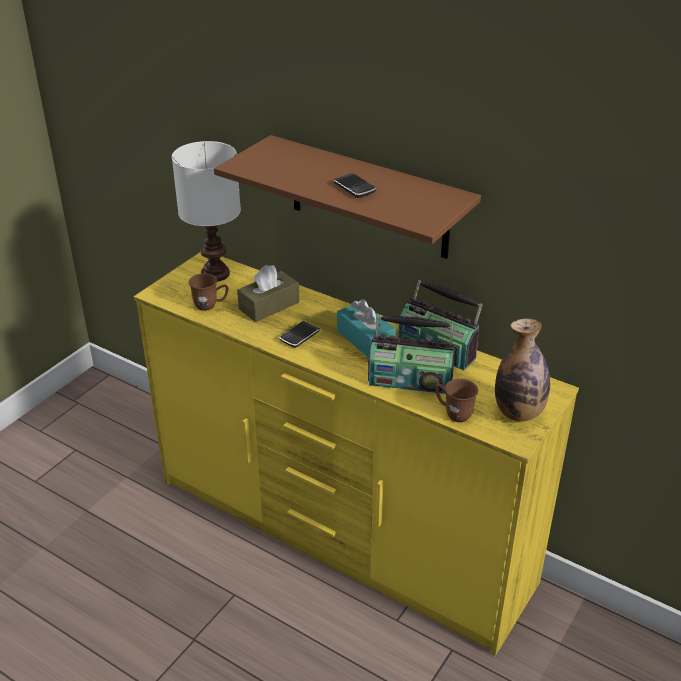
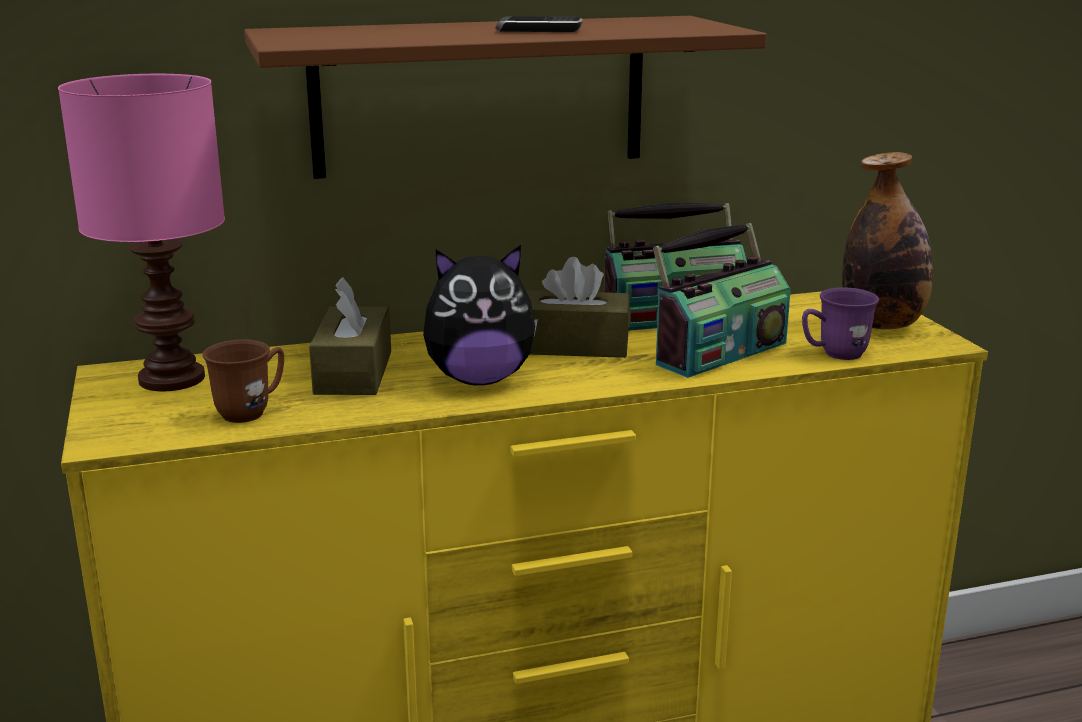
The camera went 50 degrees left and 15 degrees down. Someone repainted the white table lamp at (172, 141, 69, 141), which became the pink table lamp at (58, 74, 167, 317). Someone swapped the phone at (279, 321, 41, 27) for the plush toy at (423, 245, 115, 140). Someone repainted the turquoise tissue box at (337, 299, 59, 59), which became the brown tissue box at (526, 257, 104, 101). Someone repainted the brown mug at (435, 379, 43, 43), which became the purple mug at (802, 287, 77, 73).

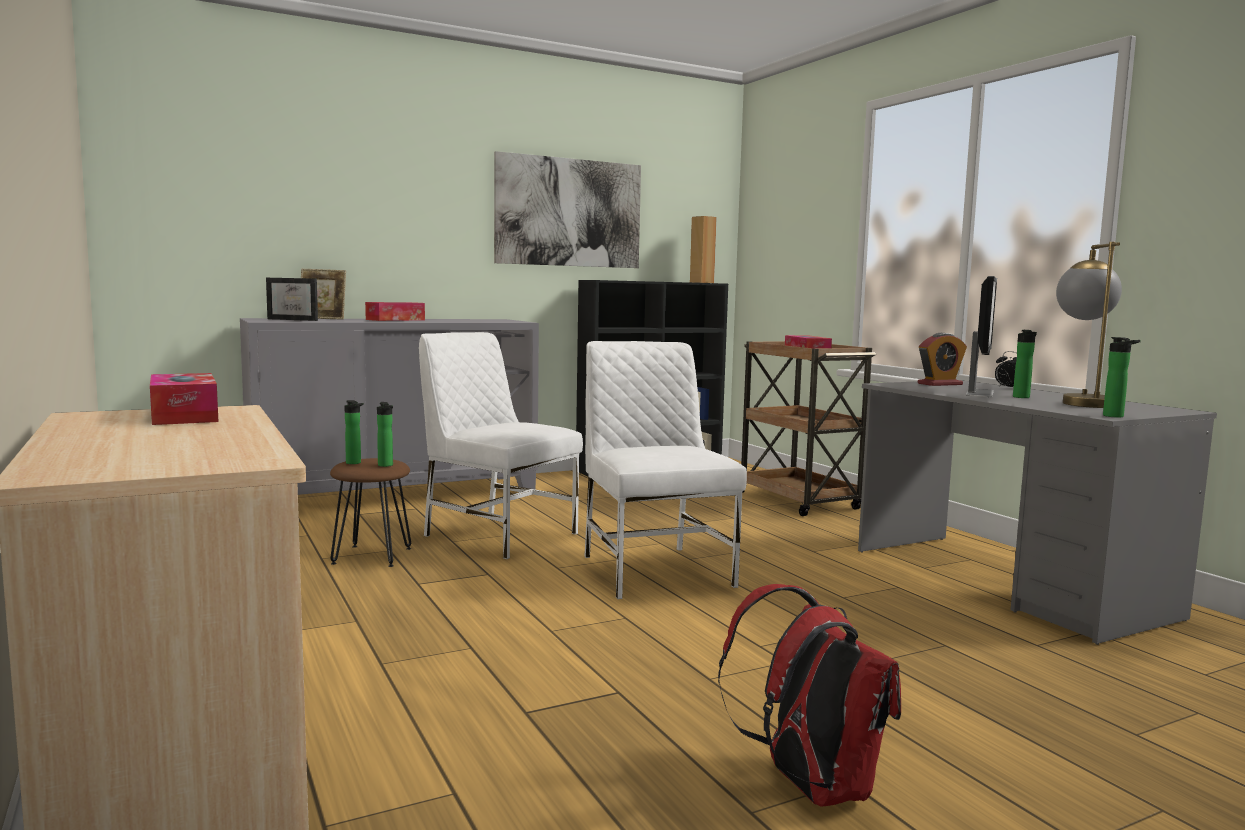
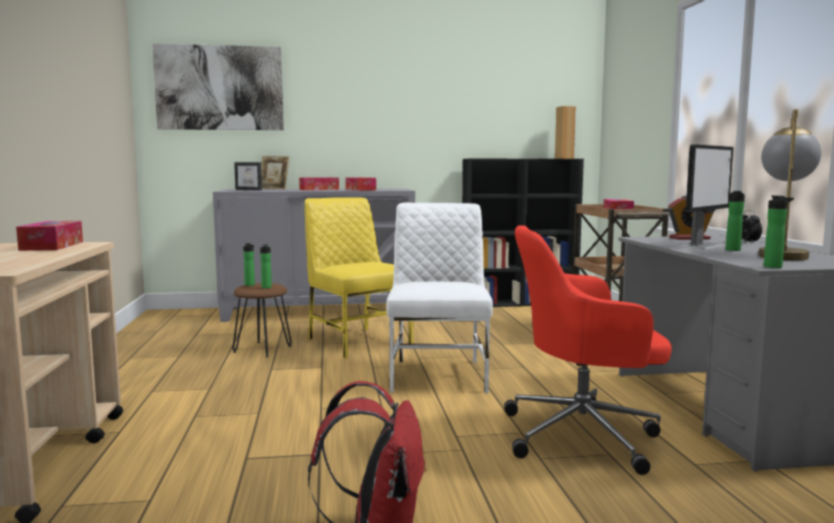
The camera went 20 degrees right and 0 degrees up. Someone repainted the white chair at (419, 332, 164, 227), which became the yellow chair at (305, 197, 108, 162). Someone carried the picture from (494, 151, 147, 117) to (152, 44, 132, 86). Someone put down the tissue box at (345, 177, 31, 14). Someone put down the red office chair at (504, 225, 168, 250).

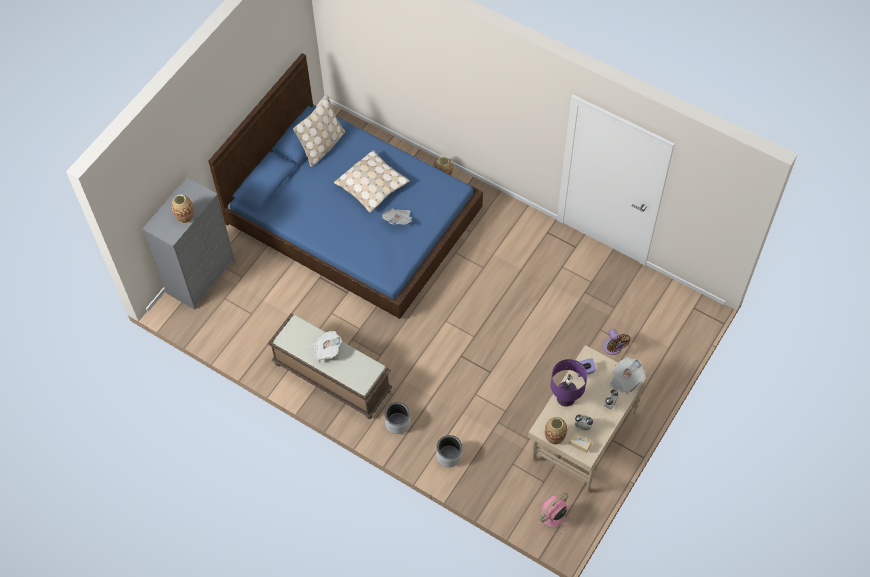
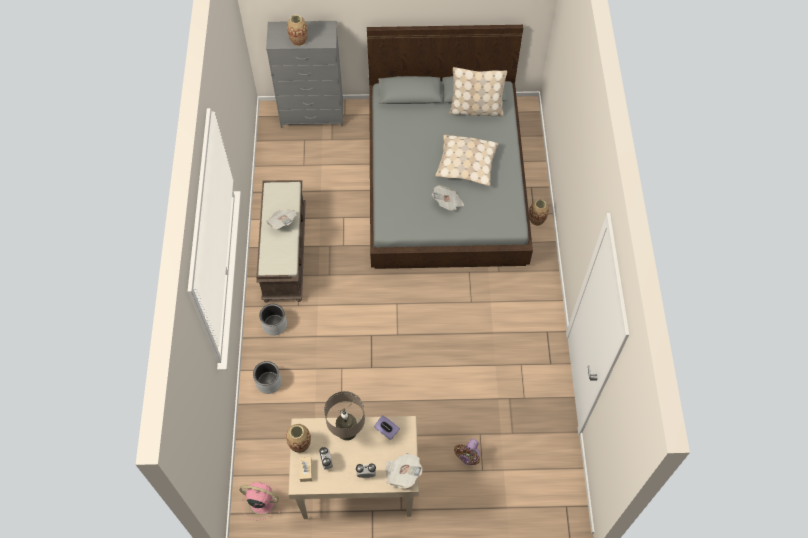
The camera went 55 degrees right and 0 degrees up. Someone repainted the blue bed at (208, 53, 275, 266), which became the grey bed at (367, 25, 166, 244). Someone repainted the purple table lamp at (550, 359, 37, 48), which became the beige table lamp at (324, 391, 41, 50).

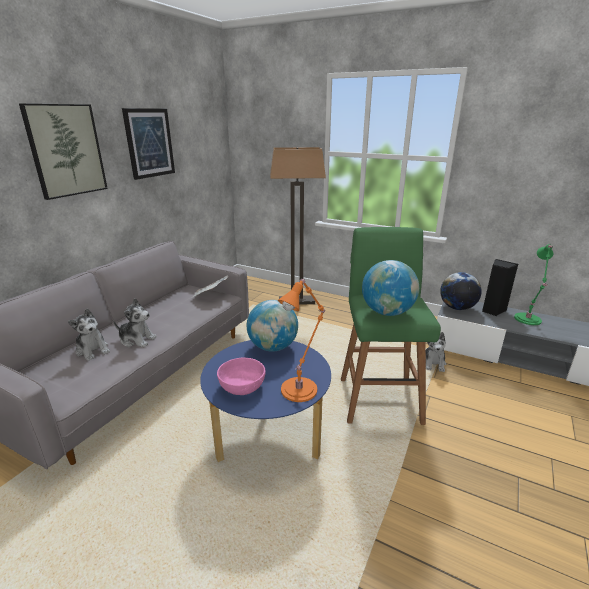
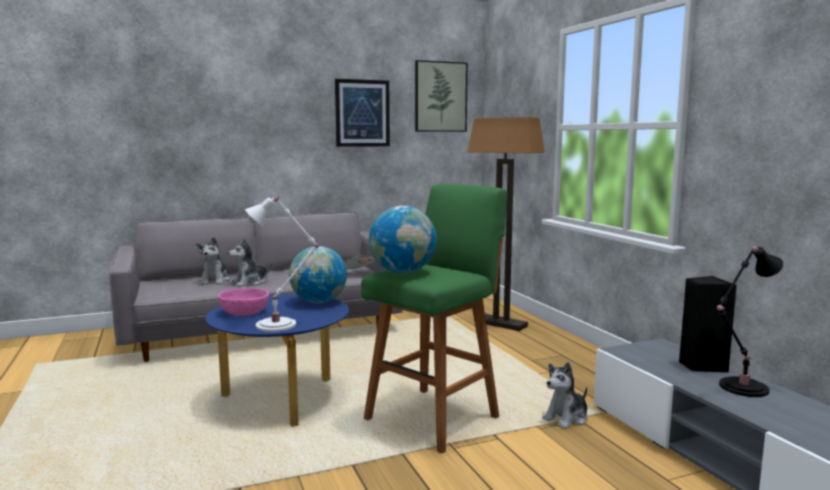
The camera went 40 degrees right and 15 degrees down. Someone carried the picture from (19, 103, 89, 97) to (415, 60, 53, 72). Someone rotated the plush toy at (113, 298, 44, 49) by 90 degrees clockwise. Someone repainted the orange table lamp at (278, 278, 47, 124), which became the white table lamp at (245, 196, 74, 136). Someone took away the globe at (440, 272, 42, 38). Someone repainted the green table lamp at (514, 244, 39, 81), which became the black table lamp at (717, 246, 66, 151).

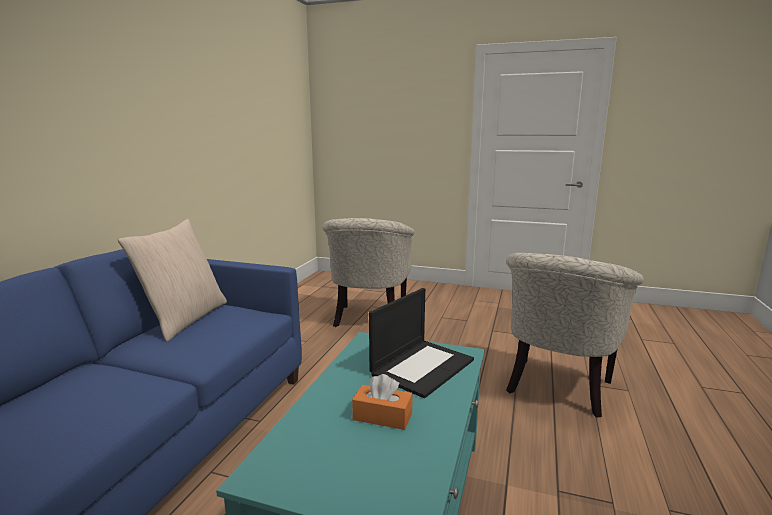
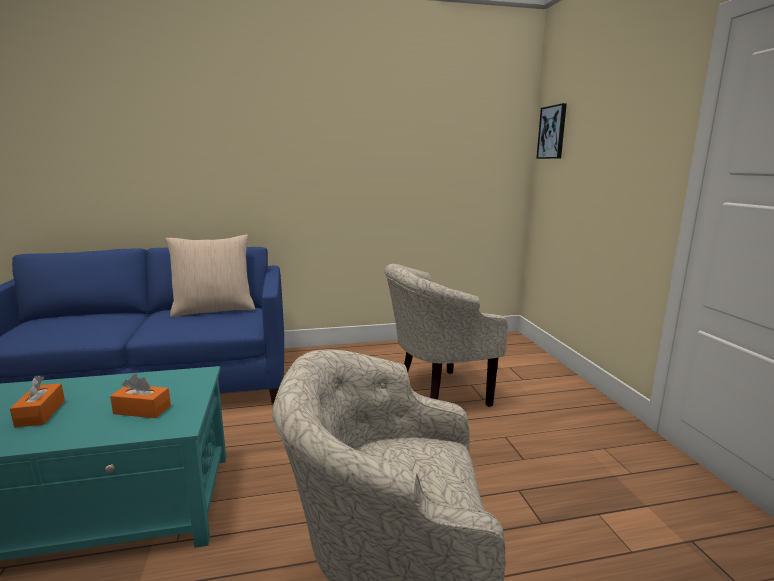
The camera went 60 degrees right and 0 degrees up. Someone swapped the laptop at (369, 288, 105, 110) for the orange tissue box at (110, 374, 61, 44). Someone put up the picture at (536, 103, 31, 56).

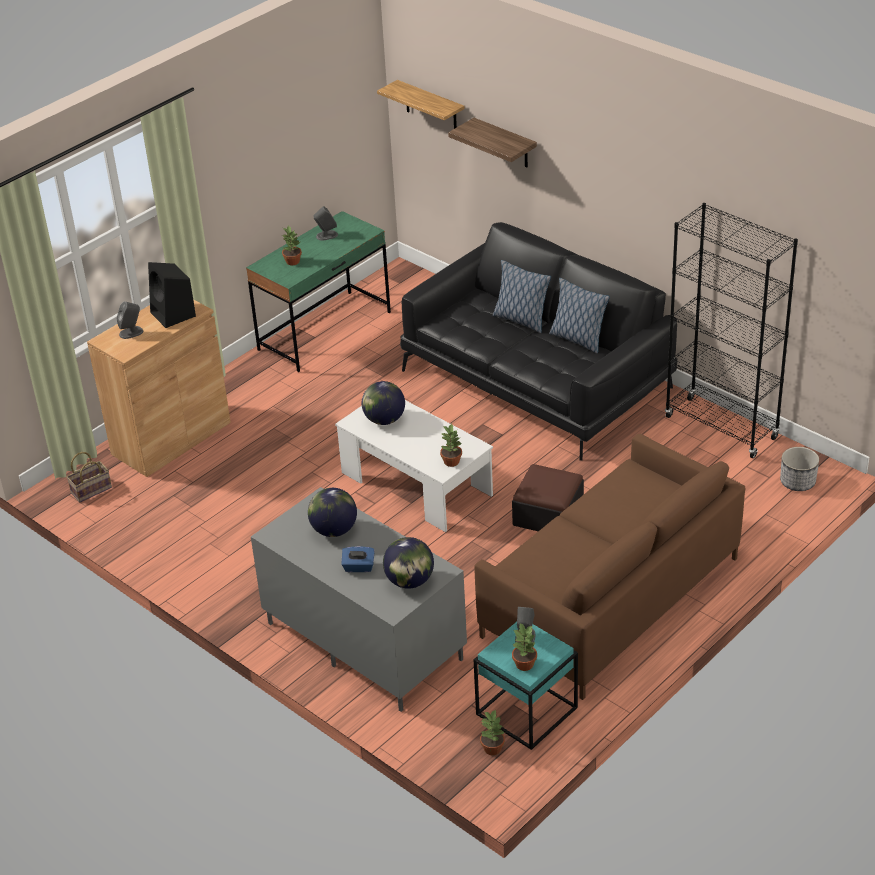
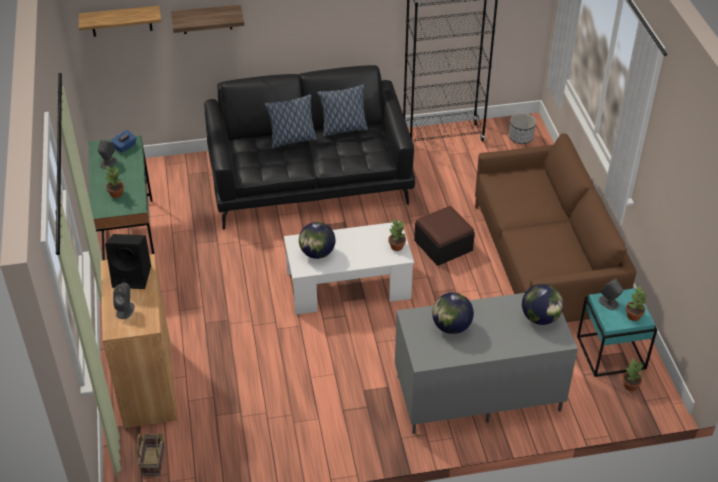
The camera went 55 degrees left and 5 degrees up. Someone carried the blue tissue box from (341, 546, 34, 26) to (111, 130, 26, 23).

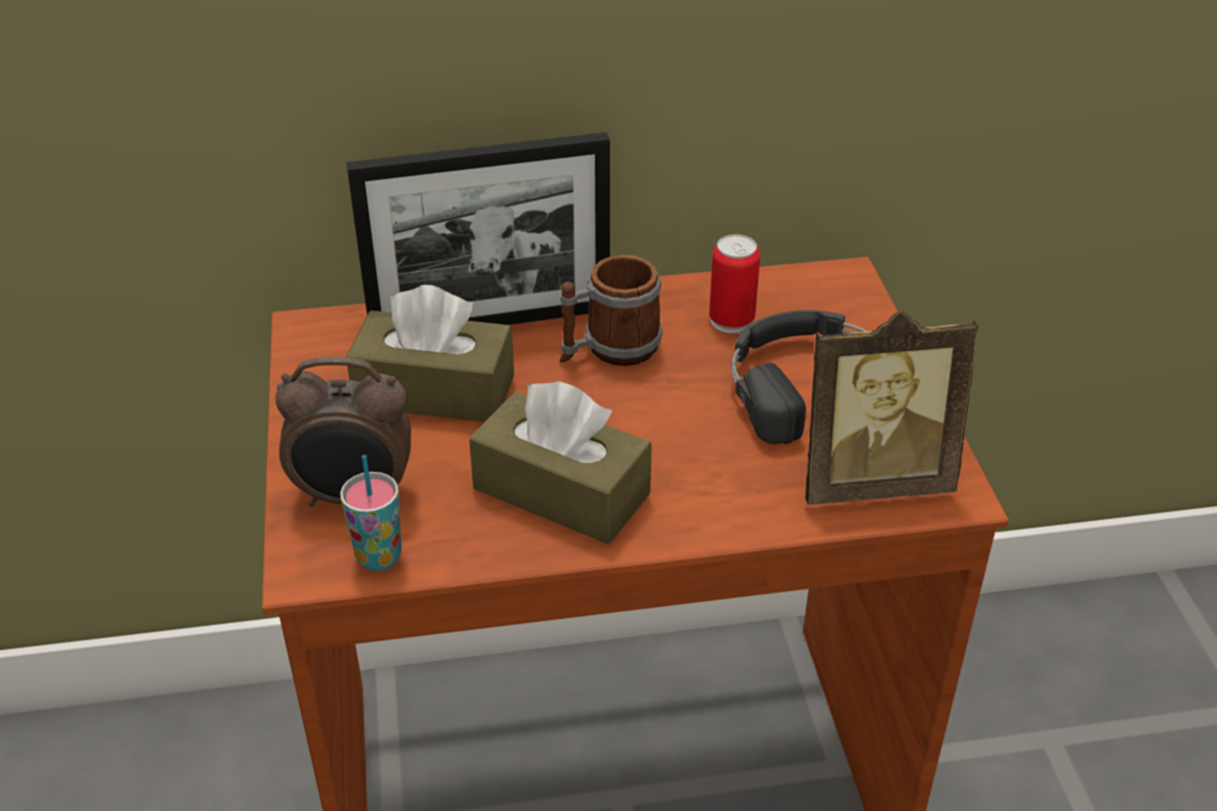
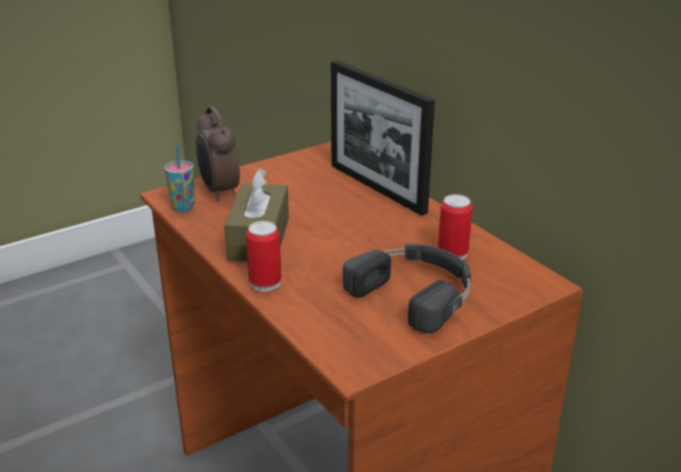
The camera went 65 degrees right and 10 degrees down. Someone took away the brown tissue box at (346, 285, 168, 137). Someone took away the mug at (560, 255, 102, 111). Someone took away the picture frame at (805, 310, 174, 195). Someone put down the can at (246, 221, 36, 71).

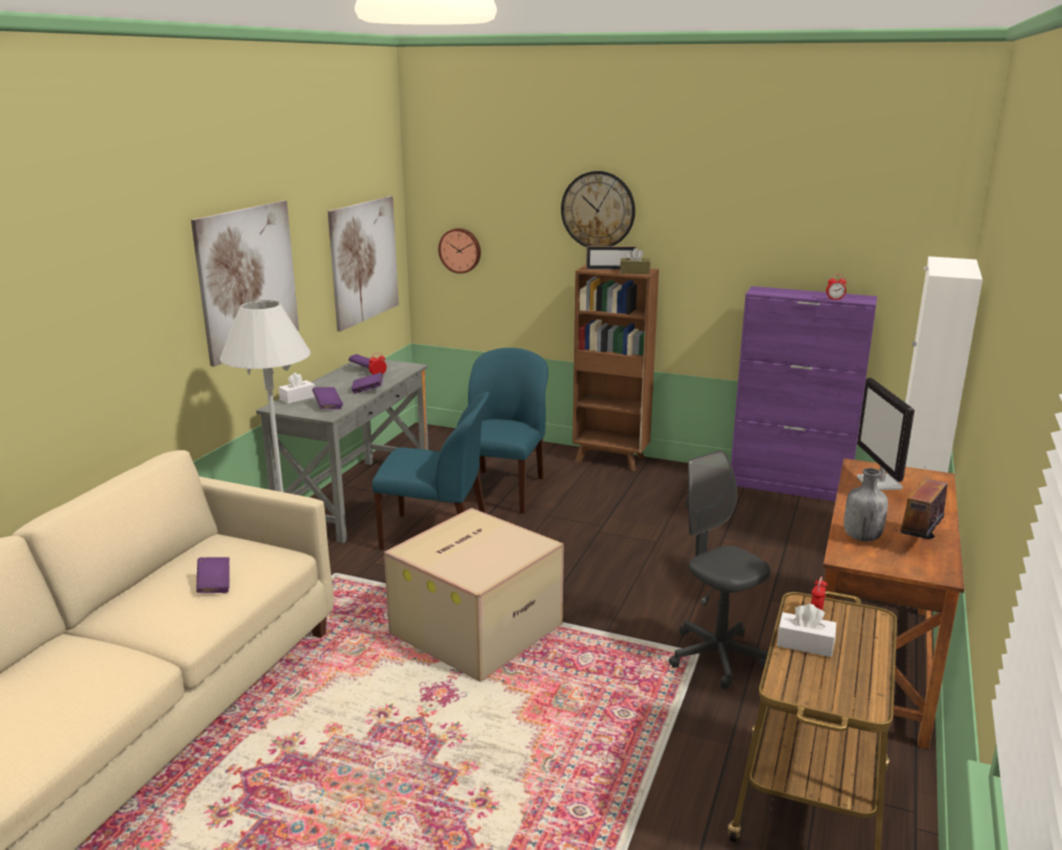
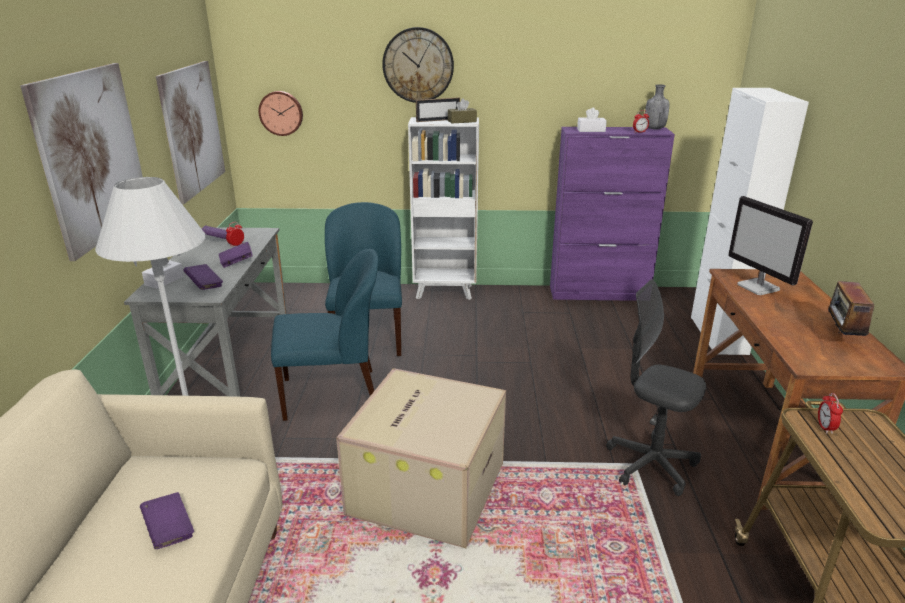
The camera went 20 degrees left and 5 degrees up. Someone repainted the brown bookcase at (572, 265, 87, 206), which became the white bookcase at (408, 117, 71, 183). Someone carried the white tissue box from (777, 604, 59, 53) to (577, 107, 30, 25). Someone carried the grey bottle from (844, 468, 44, 73) to (645, 84, 24, 46).

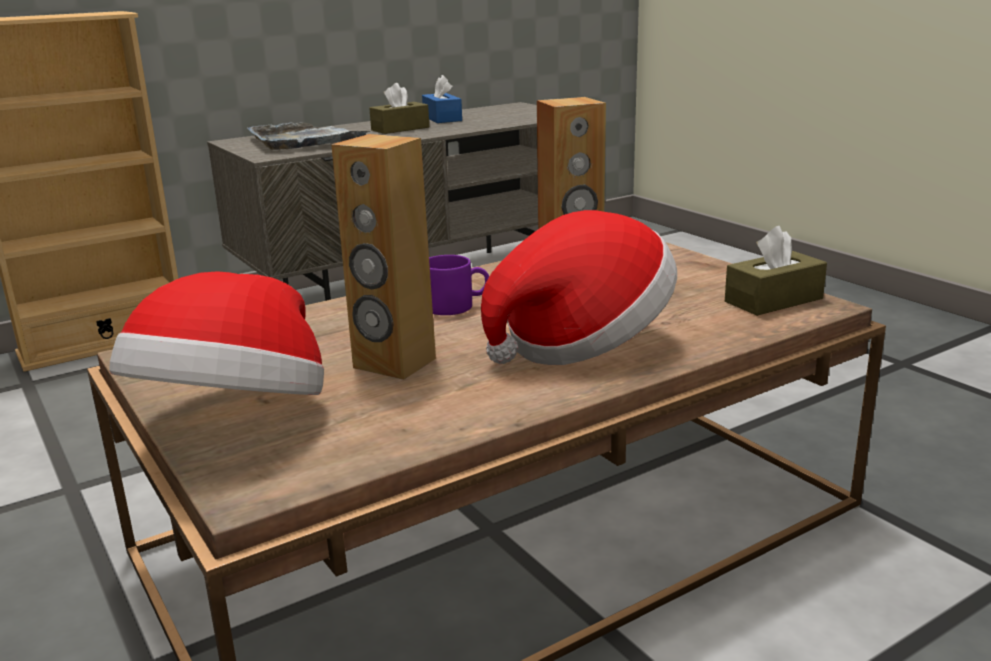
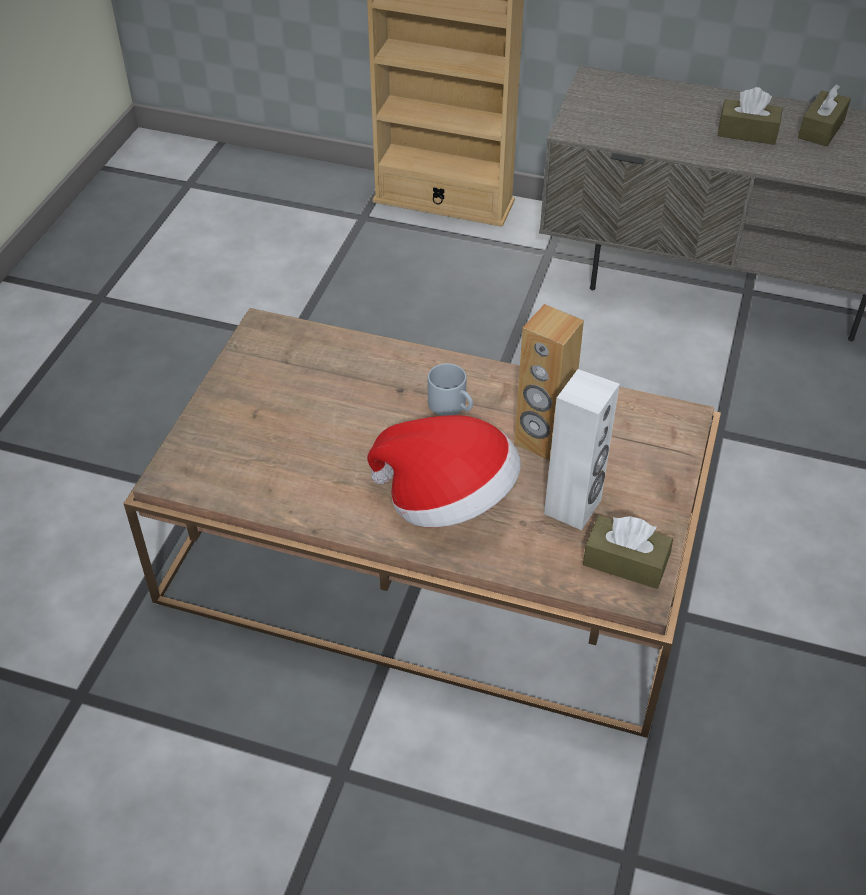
The camera went 50 degrees right and 25 degrees up. Someone took away the hat at (109, 271, 215, 124). Someone took away the grey tray at (247, 122, 124, 28). Someone took away the brown speaker at (331, 134, 105, 246). Someone repainted the blue tissue box at (422, 75, 40, 48), which became the brown tissue box at (798, 84, 53, 62). Someone repainted the purple mug at (429, 255, 60, 60), which became the grey mug at (428, 363, 45, 53). Someone put down the white speaker at (544, 369, 76, 161).

